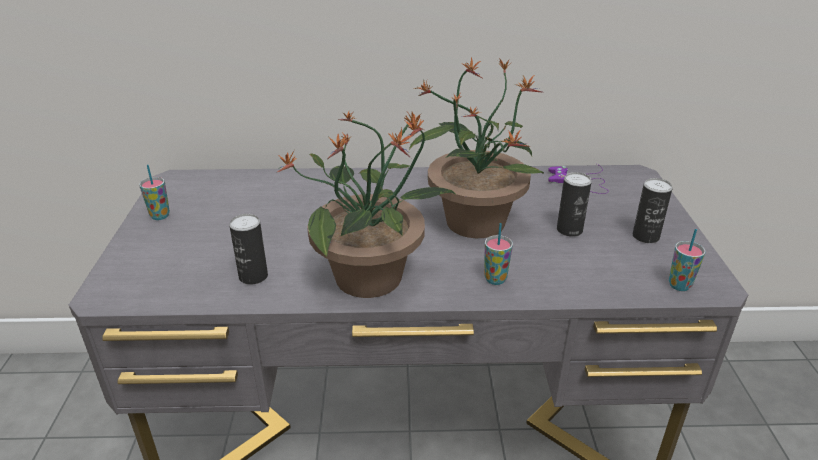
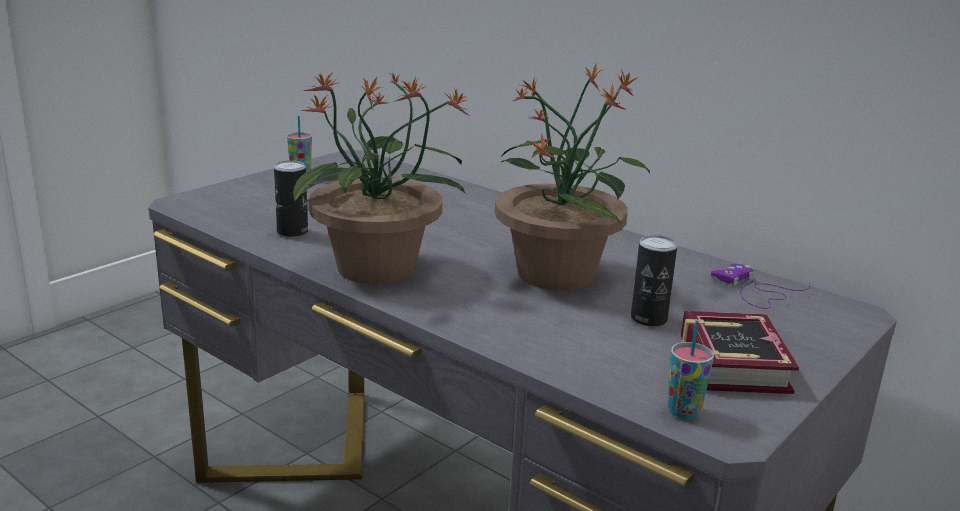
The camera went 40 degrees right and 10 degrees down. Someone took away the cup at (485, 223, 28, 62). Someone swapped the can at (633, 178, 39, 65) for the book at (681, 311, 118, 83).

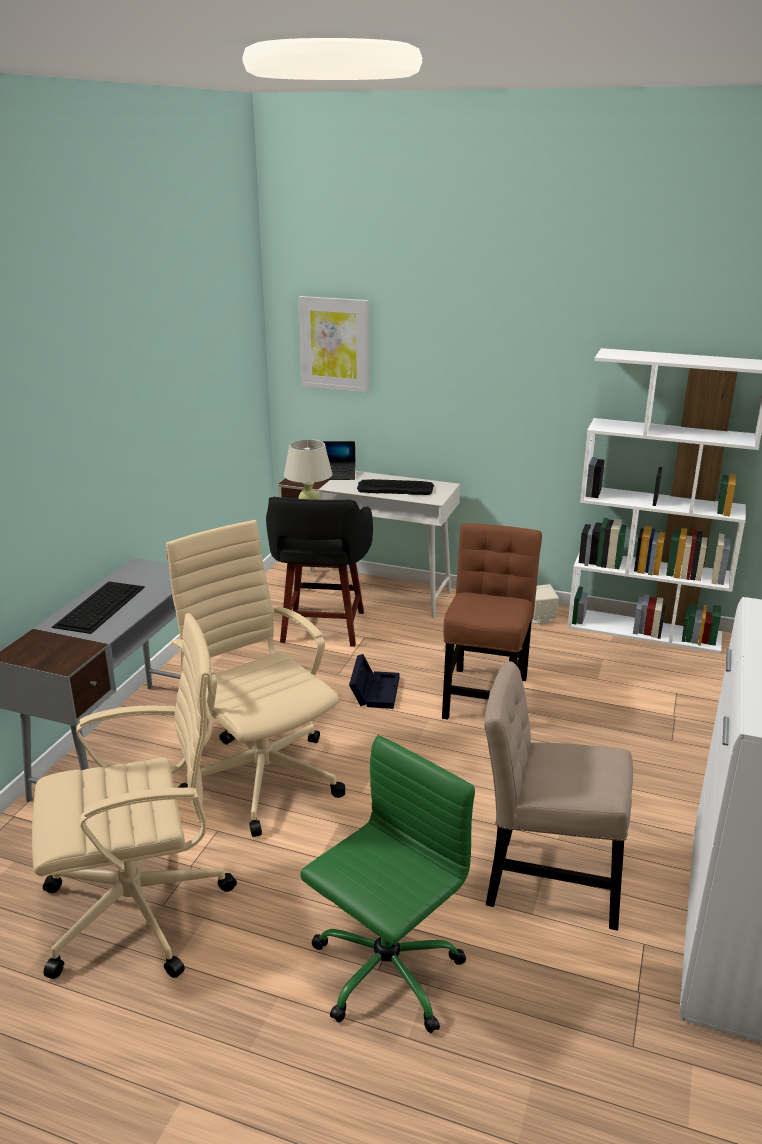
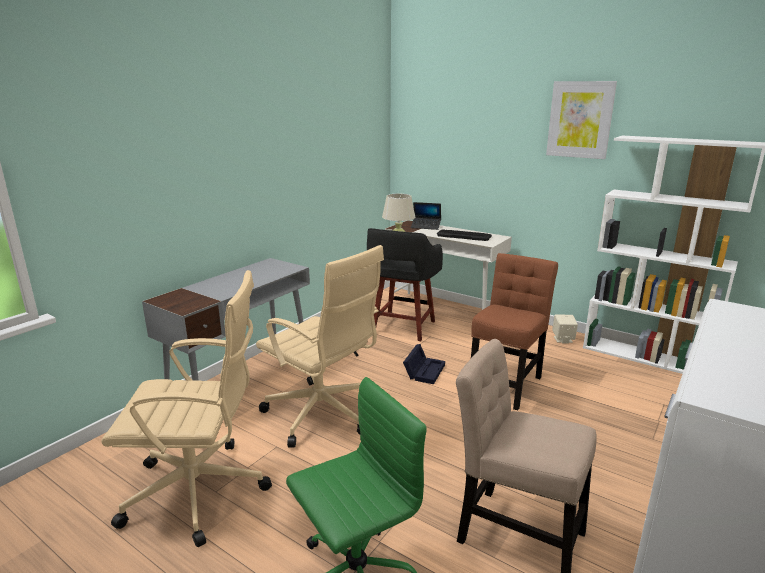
The camera went 15 degrees right and 5 degrees down. Someone took away the keyboard at (52, 581, 93, 53). Someone rotated the beige office chair at (166, 520, 179, 317) by 150 degrees clockwise. Someone carried the picture from (298, 296, 72, 97) to (546, 81, 71, 78).

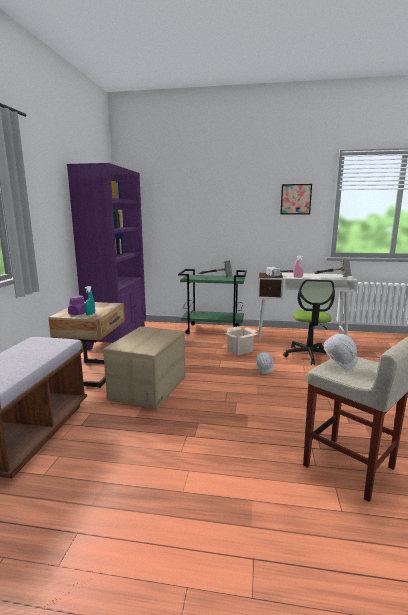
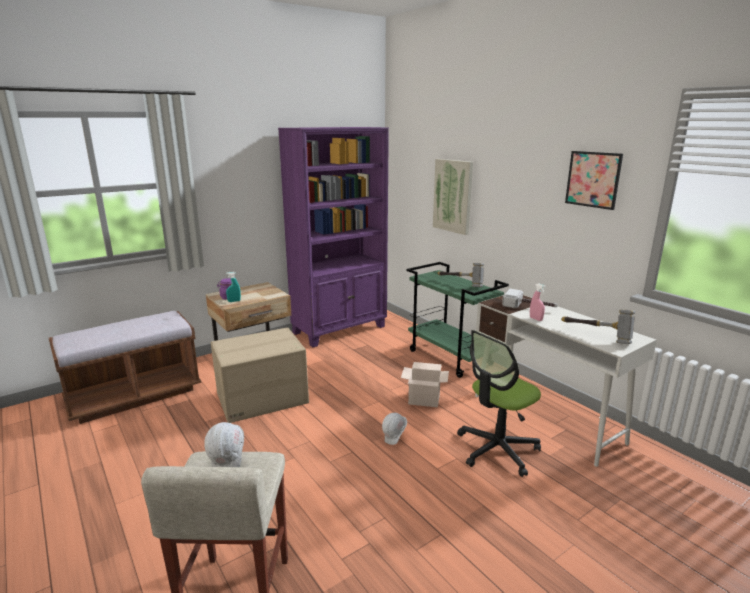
The camera went 45 degrees right and 5 degrees up. Someone put up the picture at (433, 159, 40, 76).

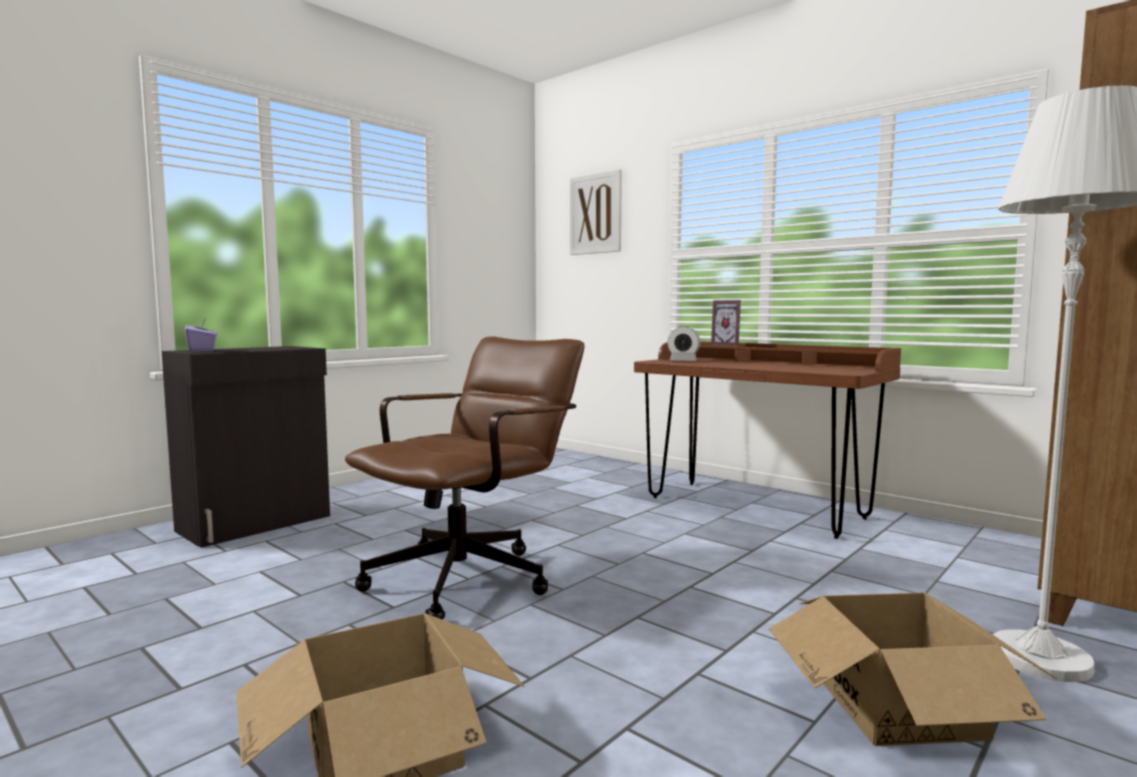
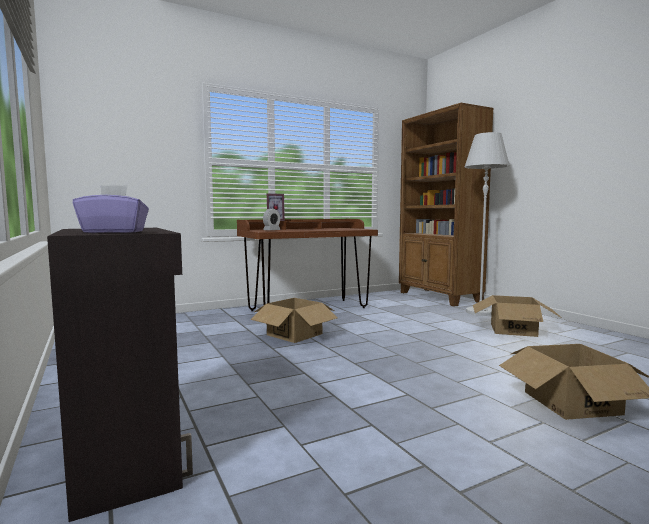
The camera went 70 degrees left and 0 degrees up. Someone took away the brown office chair at (345, 336, 240, 284). Someone took away the picture at (570, 169, 52, 86). Someone put down the cardboard box at (251, 298, 86, 45).

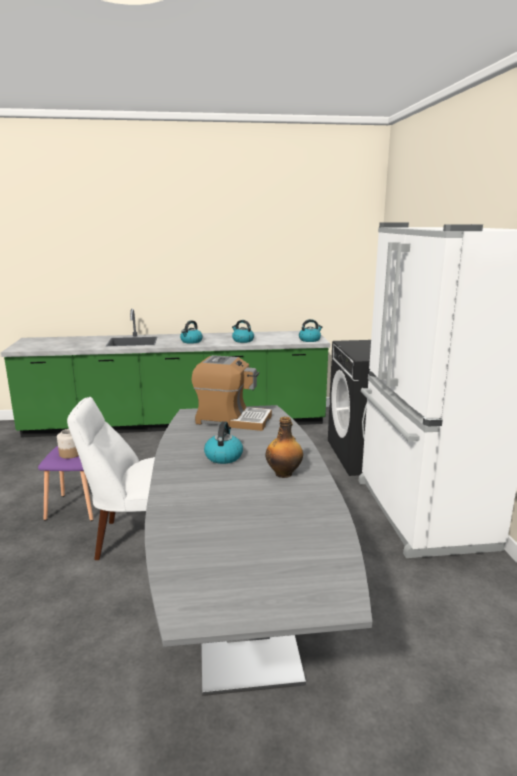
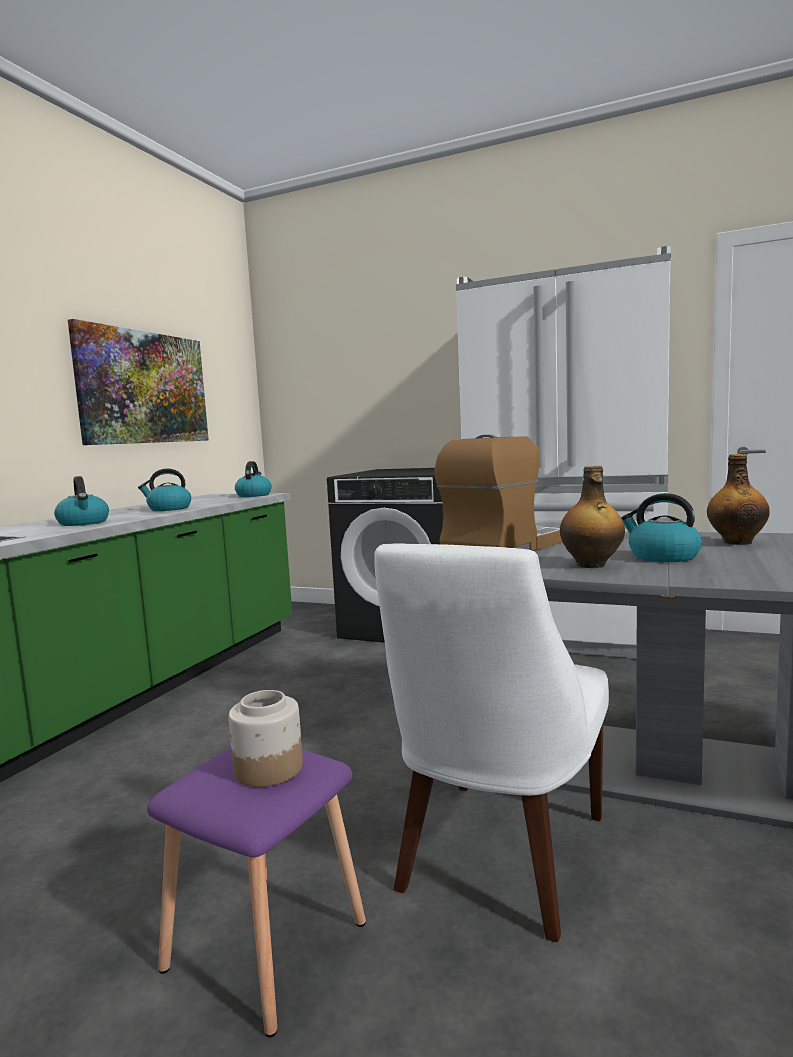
The camera went 60 degrees left and 10 degrees down. Someone put up the picture at (68, 319, 141, 126). Someone put down the bottle at (560, 466, 65, 102).

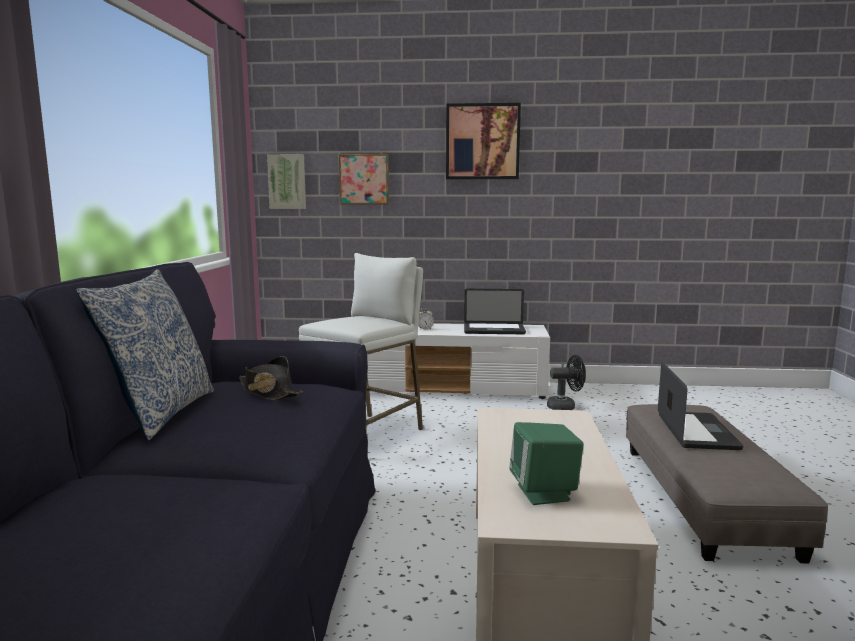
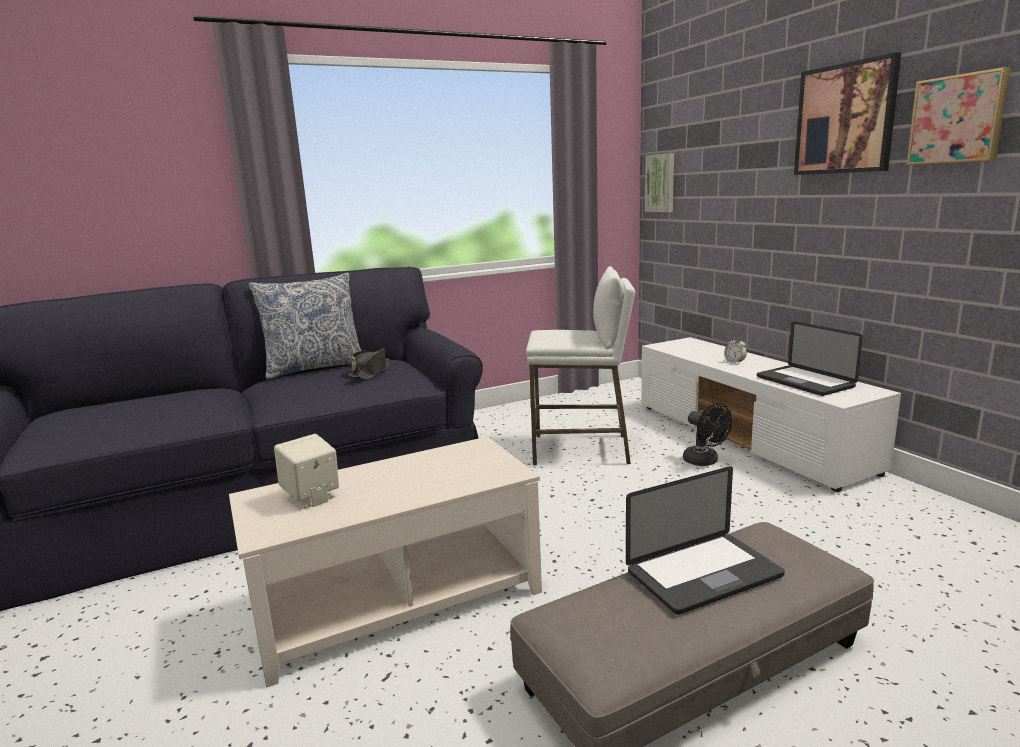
The camera went 60 degrees right and 5 degrees up. Someone carried the picture from (339, 154, 50, 50) to (906, 67, 105, 98). Someone repainted the green speaker at (509, 422, 75, 83), which became the beige speaker at (274, 434, 65, 75). Someone carried the black fan from (547, 355, 39, 55) to (683, 403, 49, 63).

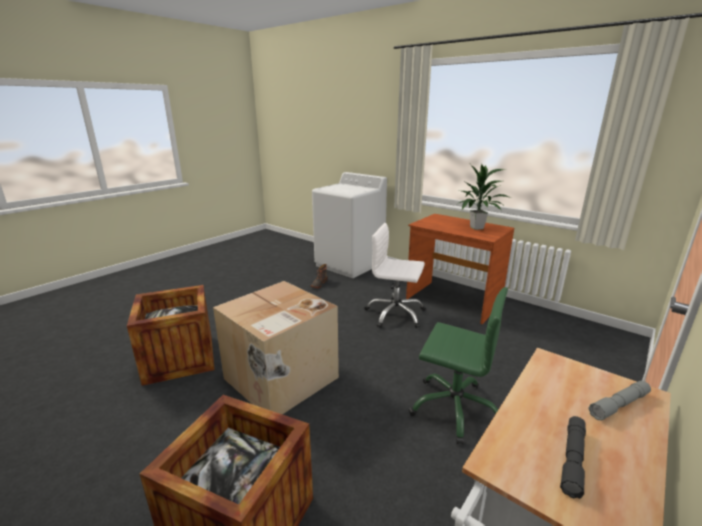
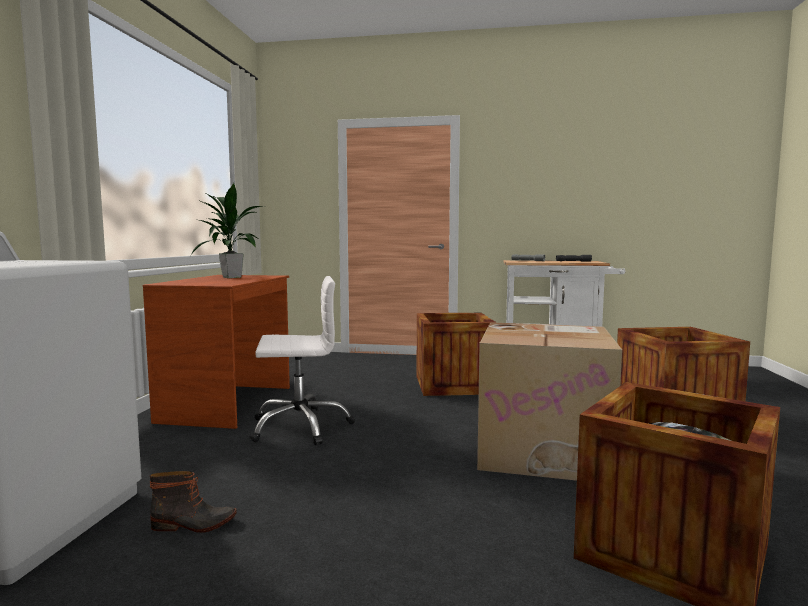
The camera went 120 degrees left and 15 degrees down. Someone rotated the white office chair at (365, 223, 61, 105) by 90 degrees counterclockwise. Someone swapped the green office chair at (409, 287, 99, 158) for the crate at (417, 313, 80, 83).

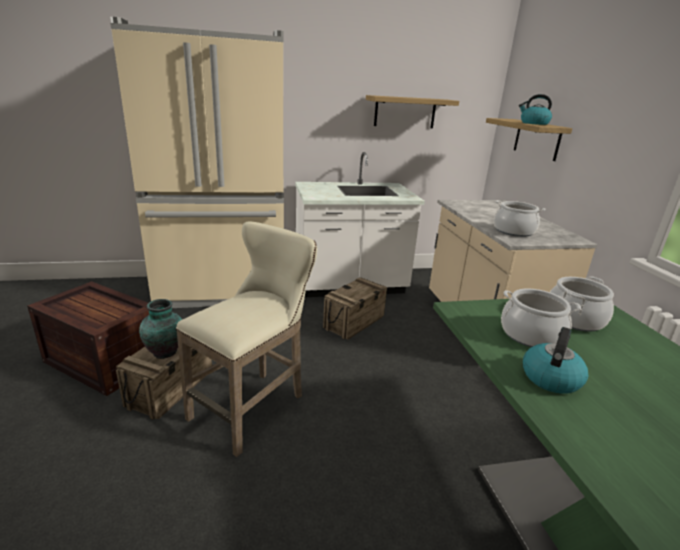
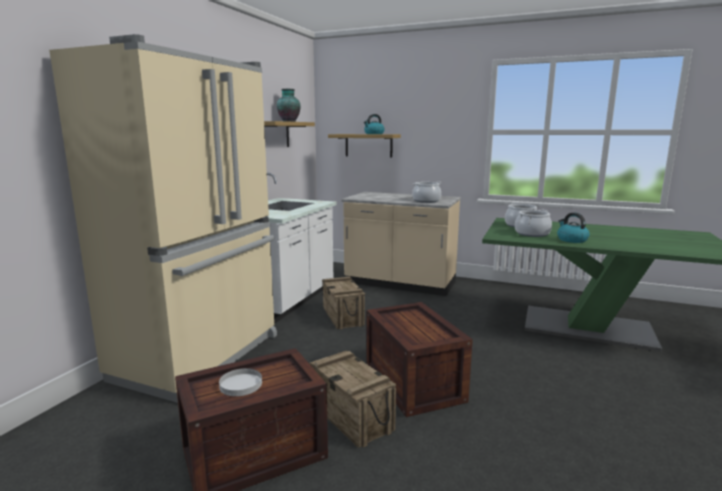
The camera went 55 degrees left and 10 degrees down. Someone carried the vase from (139, 299, 43, 60) to (277, 89, 24, 33). Someone swapped the beige stool at (176, 221, 141, 236) for the crate at (366, 302, 107, 115). Someone put down the white plate at (219, 368, 43, 28).

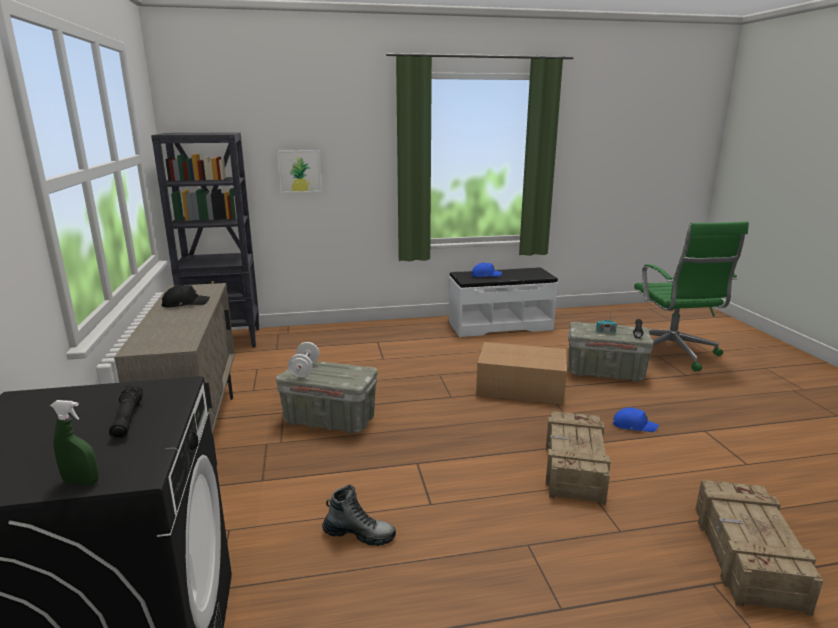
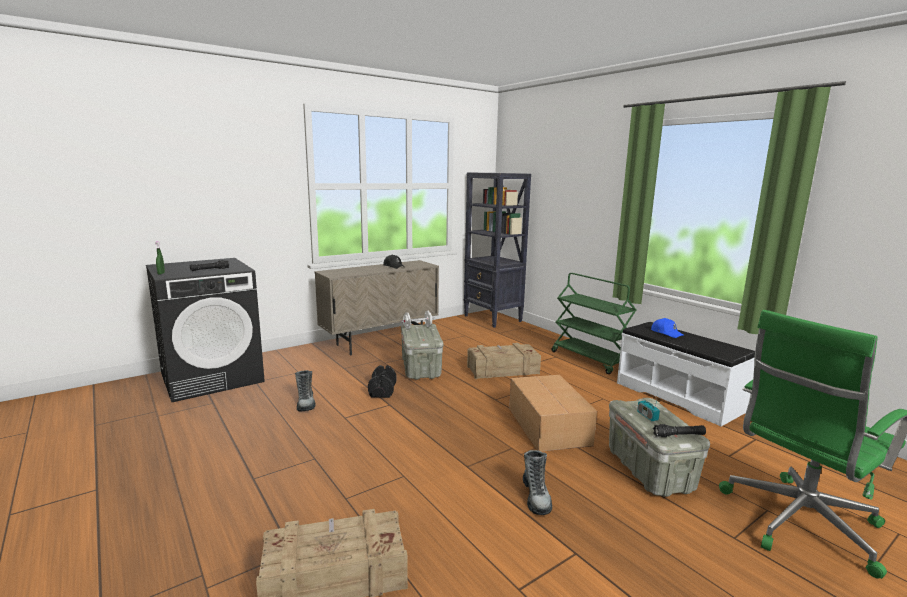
The camera went 65 degrees right and 5 degrees down. Someone took away the picture at (277, 150, 45, 43). Someone carried the crate from (546, 411, 65, 94) to (467, 343, 74, 36). Someone swapped the blue cap at (613, 407, 46, 25) for the boot at (523, 450, 29, 65). Someone put down the black dumbbell at (368, 365, 29, 33). Someone put down the green cart at (552, 273, 84, 101).

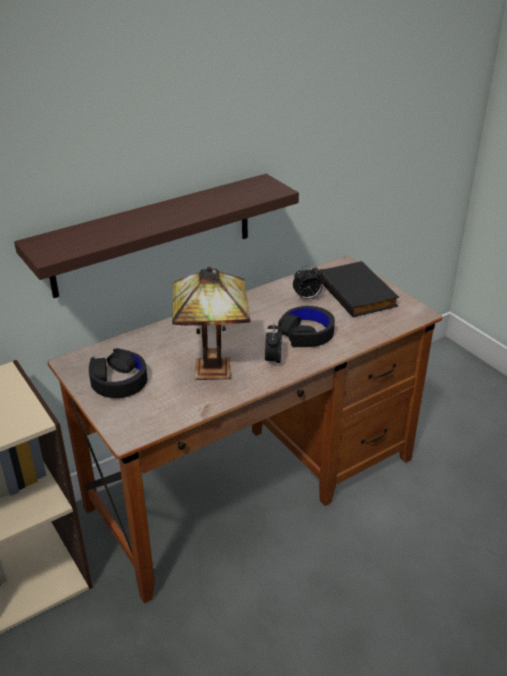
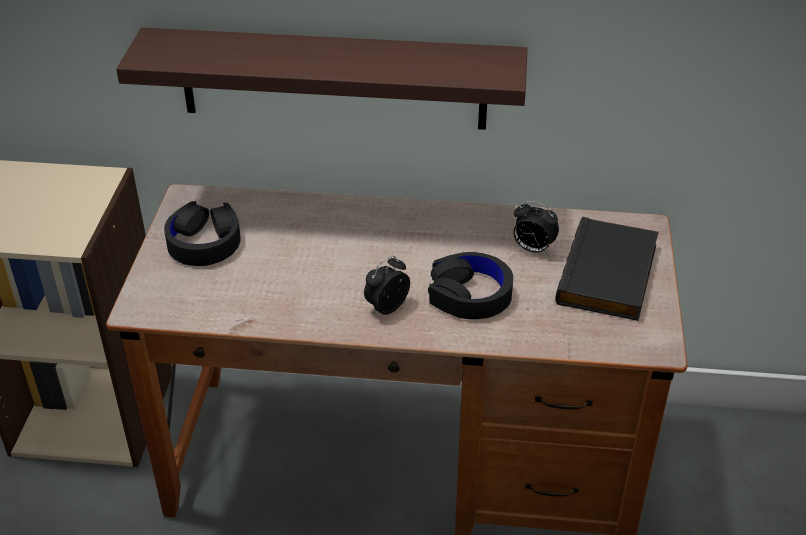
The camera went 40 degrees right and 5 degrees up. Someone took away the table lamp at (172, 267, 78, 113).

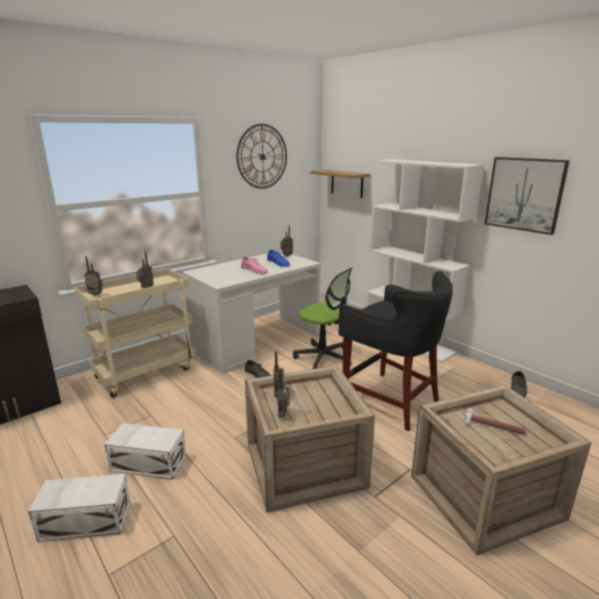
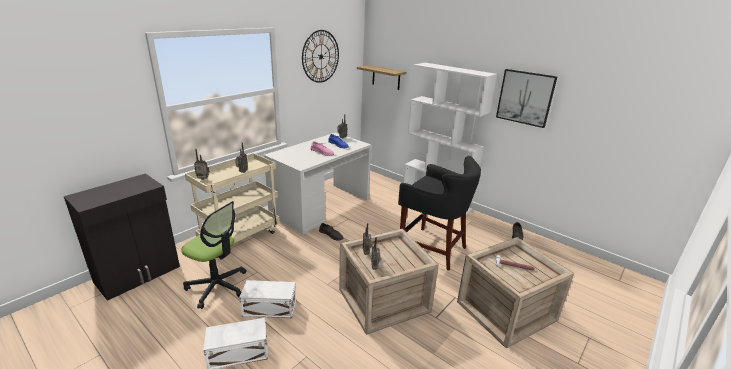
The camera went 10 degrees left and 5 degrees up. Someone carried the office chair from (293, 267, 60, 102) to (181, 201, 66, 108).

